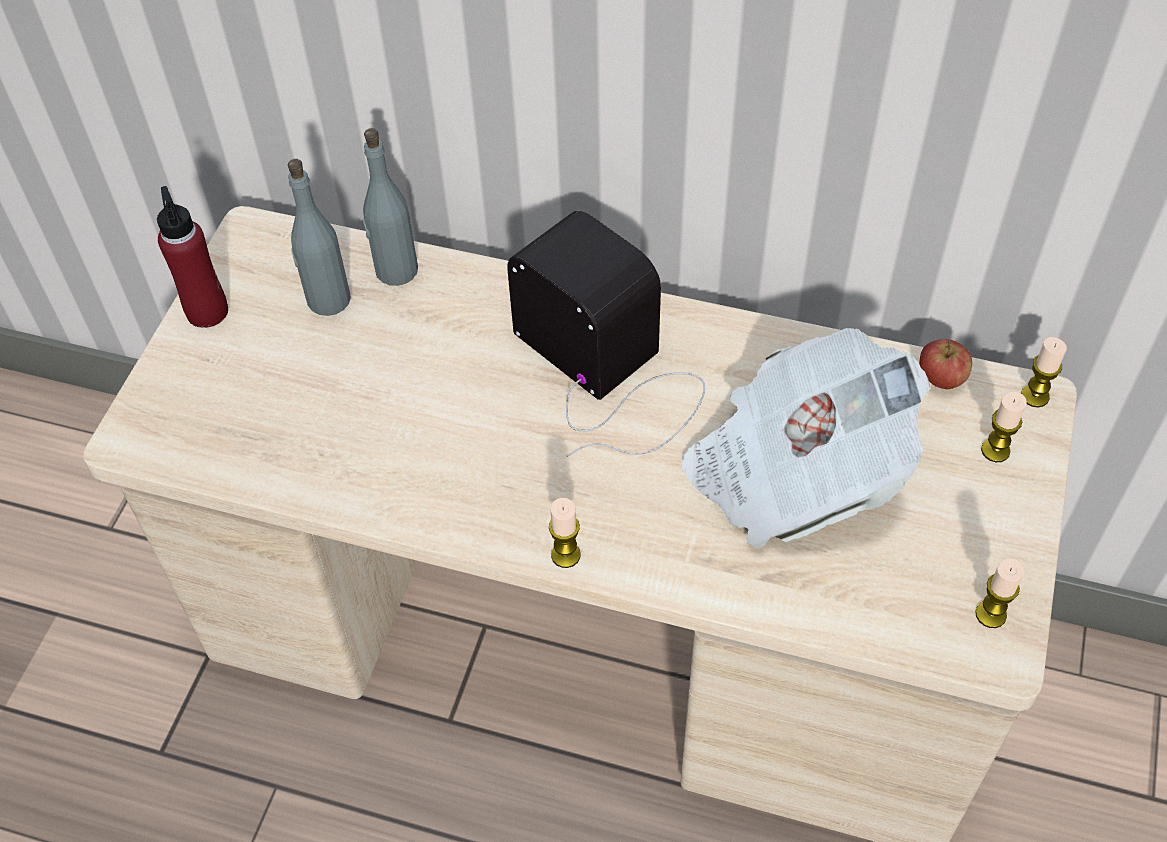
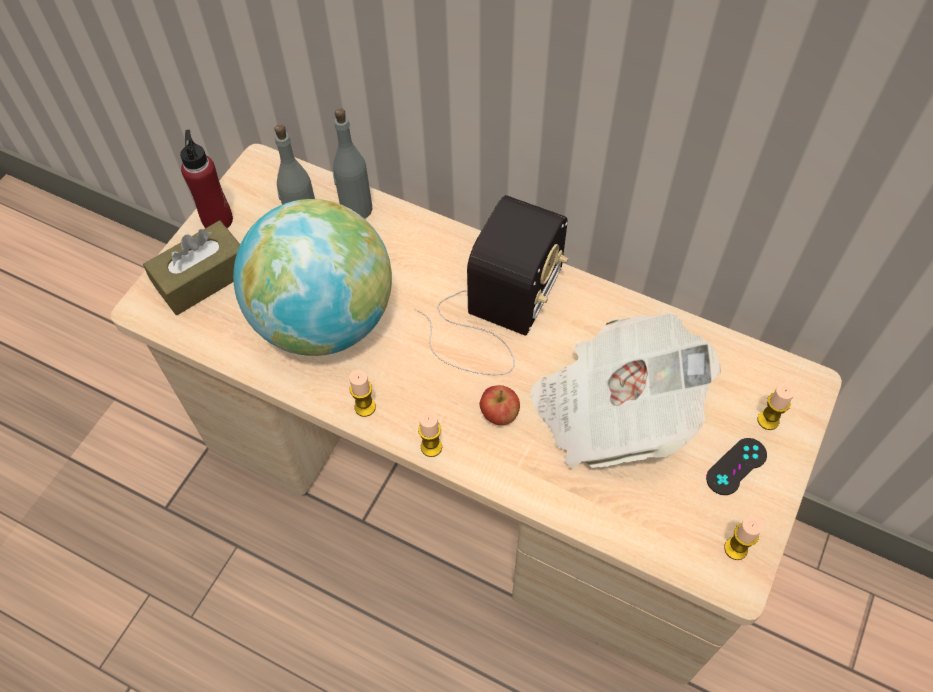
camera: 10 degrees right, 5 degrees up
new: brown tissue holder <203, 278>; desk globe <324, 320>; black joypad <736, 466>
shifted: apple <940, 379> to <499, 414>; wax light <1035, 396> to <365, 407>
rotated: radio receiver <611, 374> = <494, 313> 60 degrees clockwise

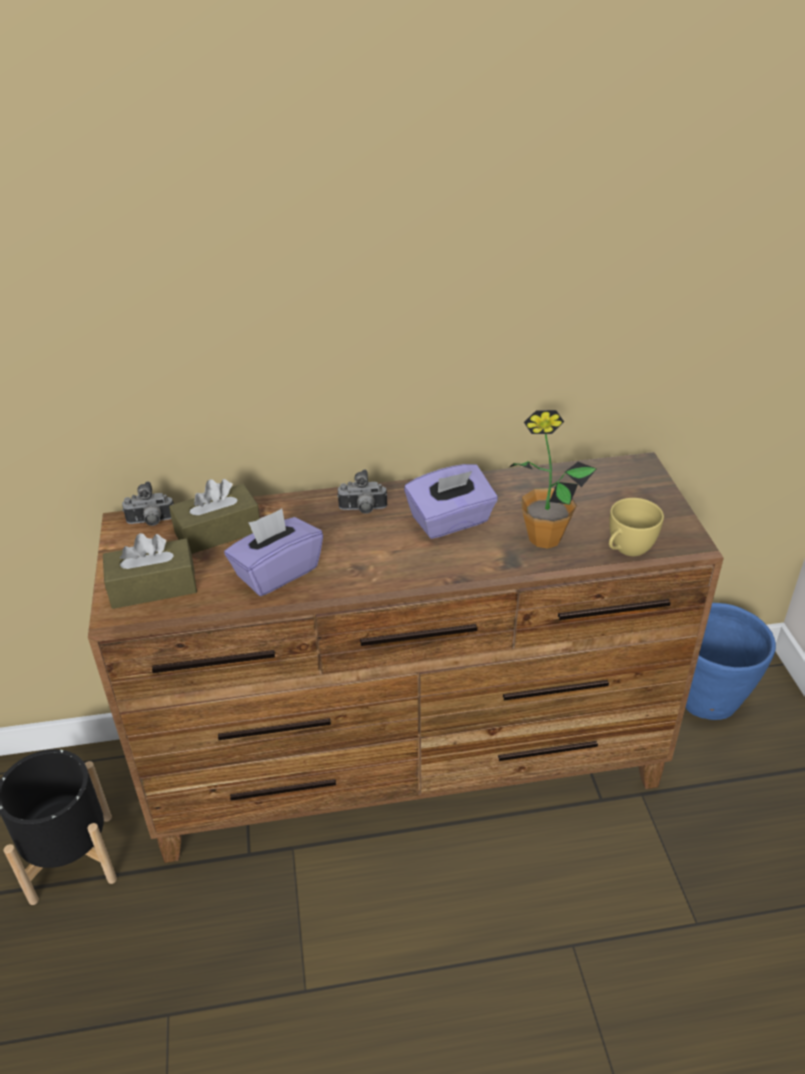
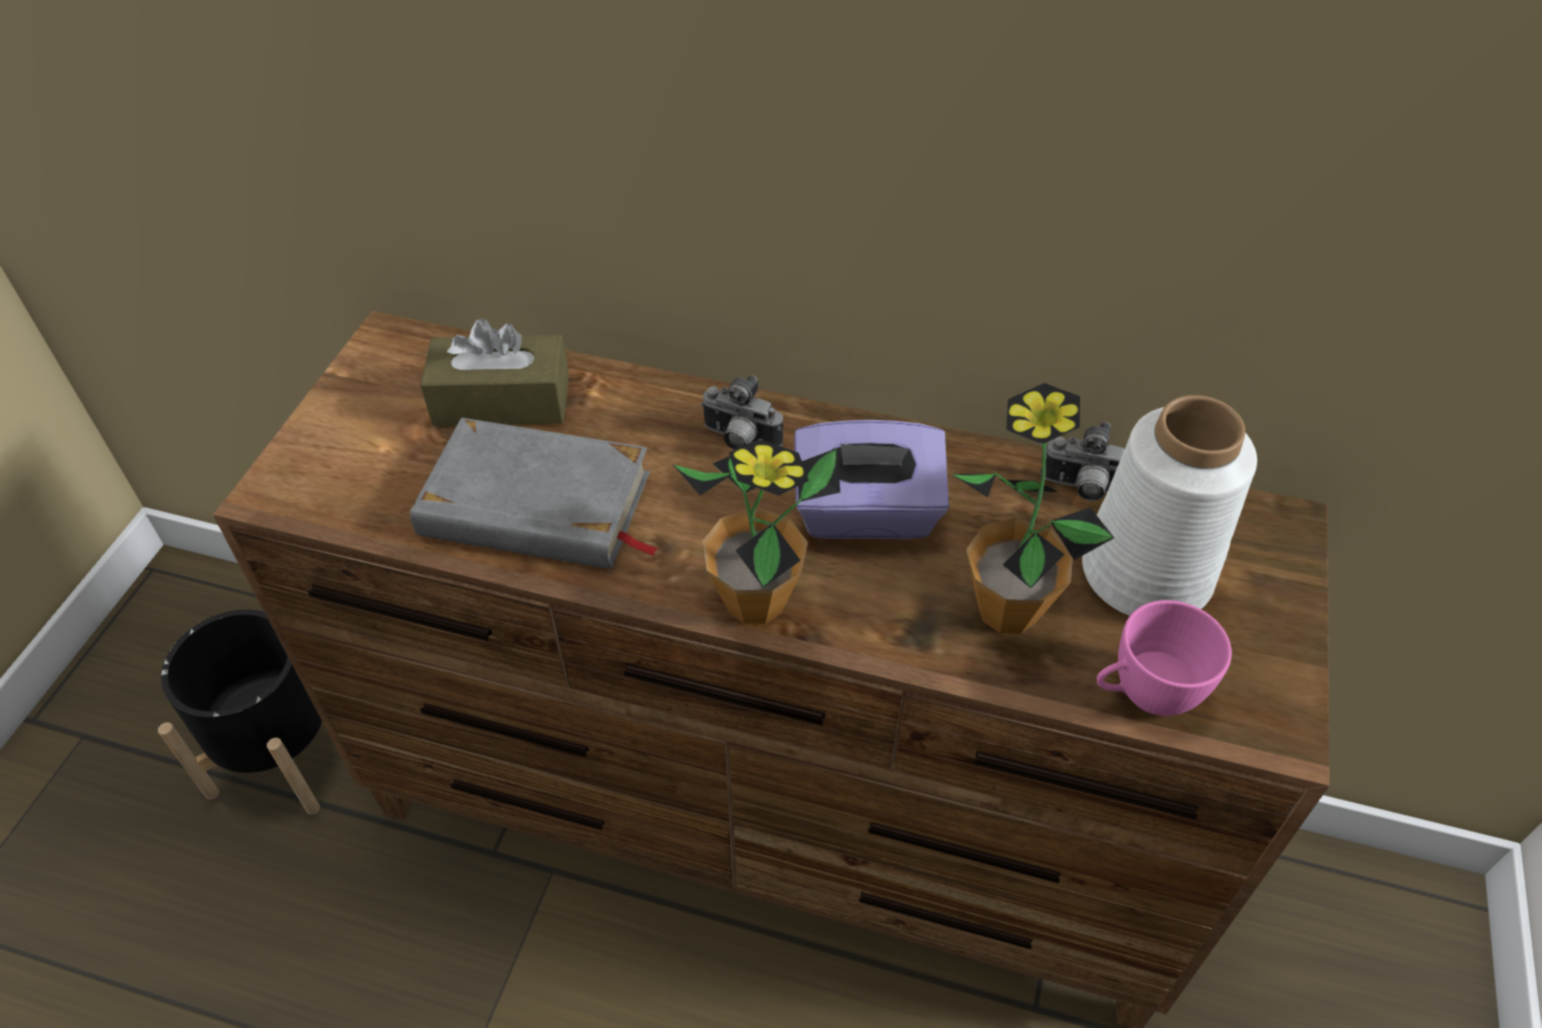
camera: 25 degrees right, 10 degrees up
gone: brown tissue holder <153, 587>; bluish plant pot <708, 702>
new: potted plant <755, 601>; white flower vase <1148, 574>
shifted: photo camera <151, 522> to <1082, 489>
swapped: purple tissue holder <276, 572> to greyish volume <537, 506>
repainted: yellowish cup <626, 550> to pink cup <1144, 694>

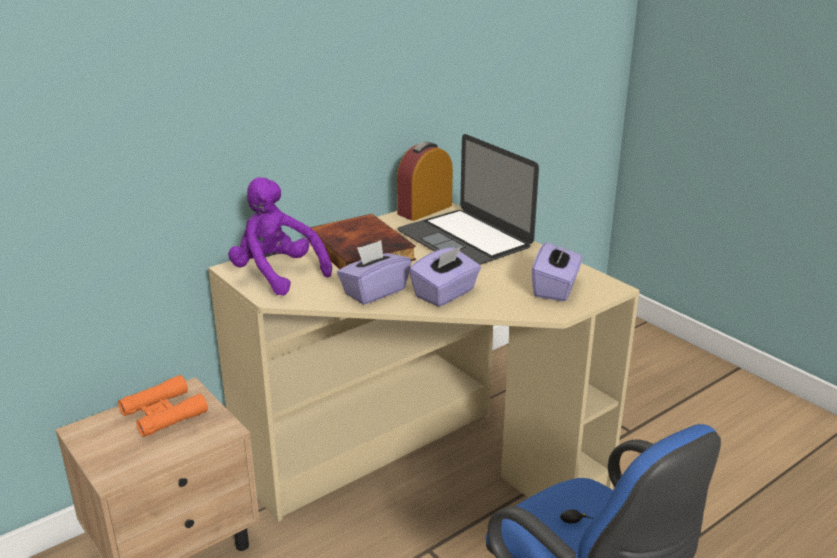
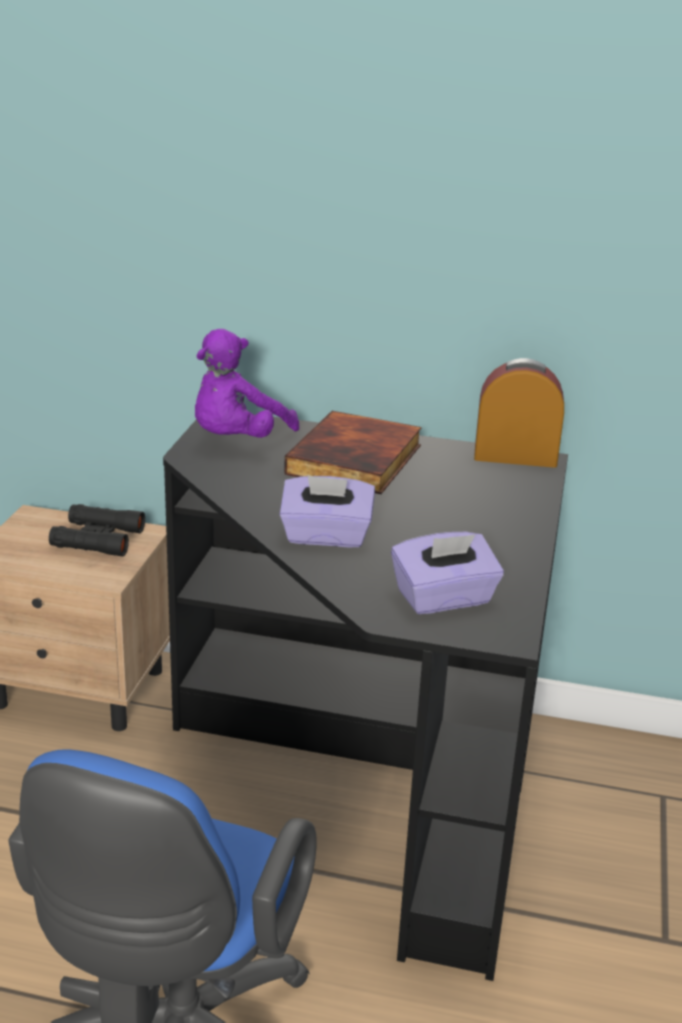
camera: 50 degrees right, 0 degrees up
gone: purple tissue holder <374, 291>; notebook computer <464, 238>
repainted: orange-coloured pair of binoculars <164, 413> to black pair of binoculars <98, 538>; beige desk table <420, 467> to black desk table <360, 783>
rotated: purple plush toy <277, 274> = <237, 441> 150 degrees counterclockwise

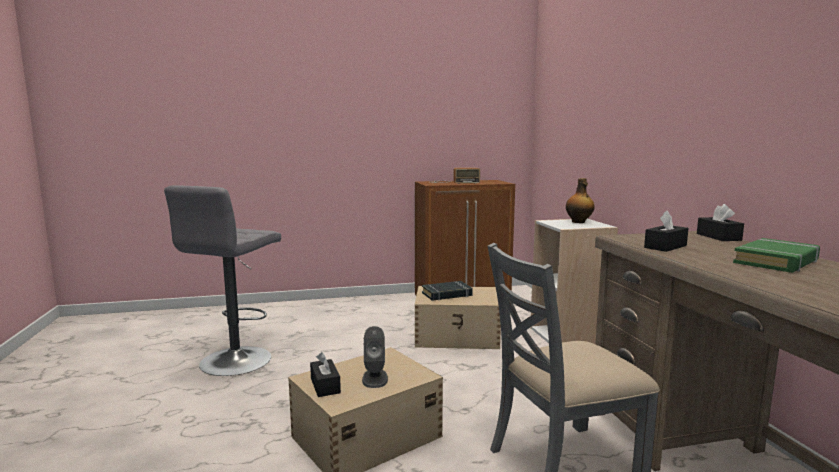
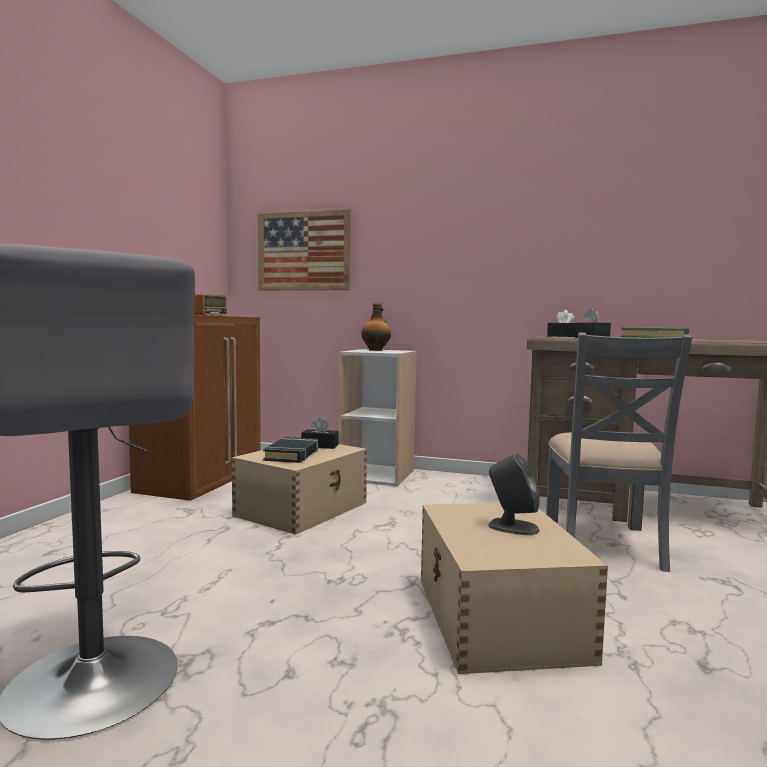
camera: 60 degrees left, 5 degrees down
new: wall picture <304, 251>
shifted: black tissue holder <325, 385> to <320, 446>

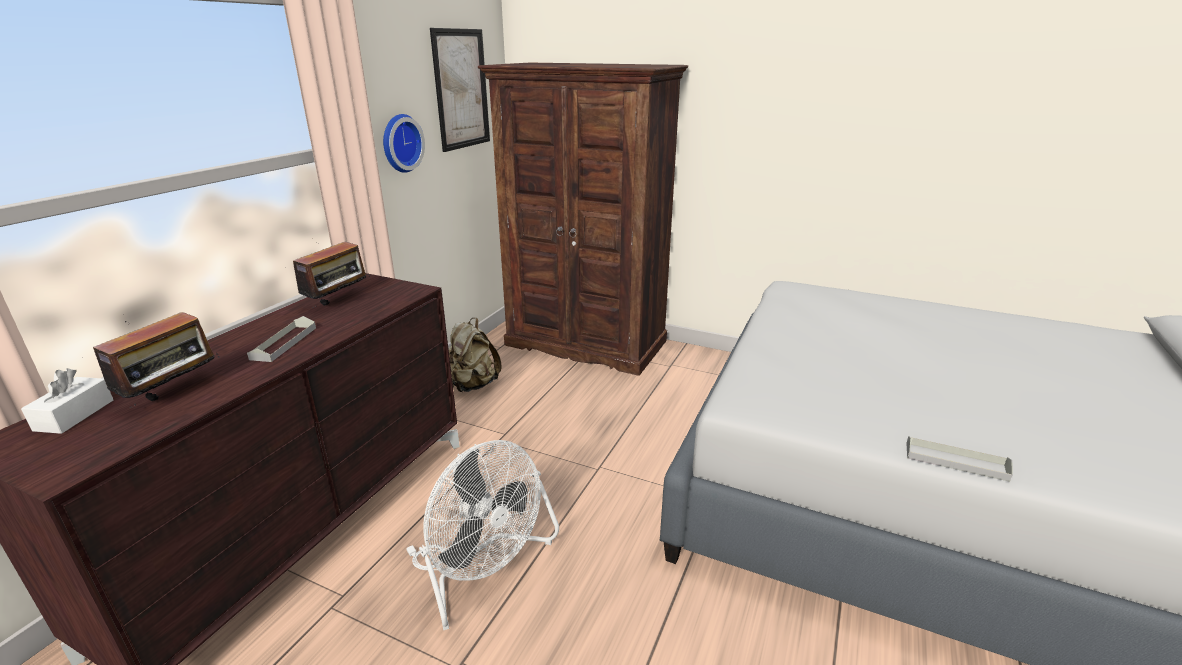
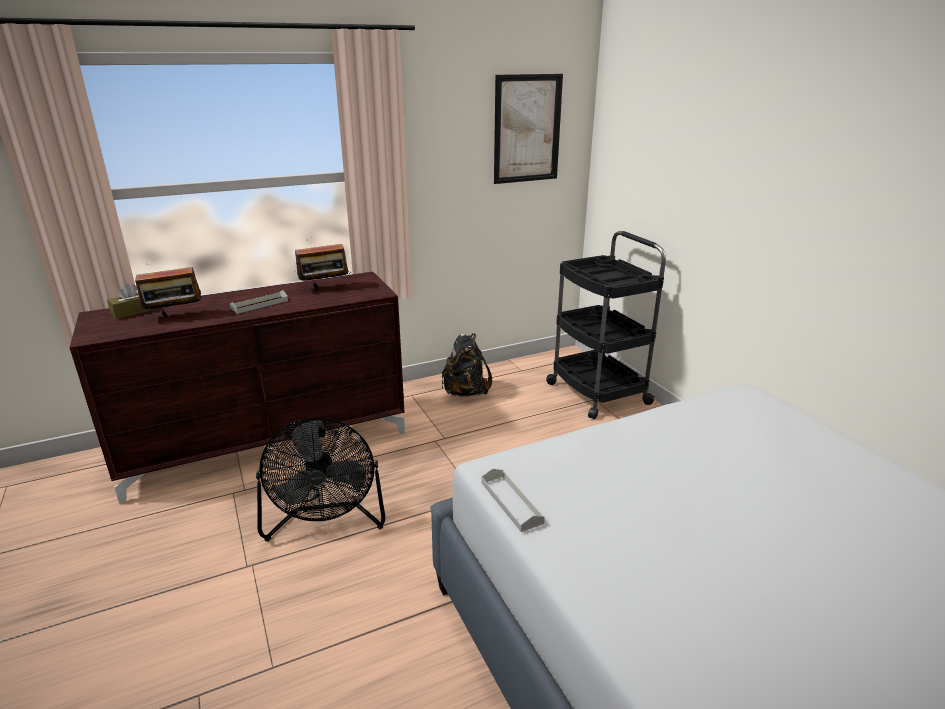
camera: 40 degrees right, 0 degrees up
gone: wall clock <399, 143>
shifted: greyish tray <955, 461> to <511, 502>
swapped: brown wardrobe <585, 343> to black wheeled cart <596, 393>
repainted: white tissue holder <74, 415> to brown tissue holder <132, 312>; white fan <479, 570> to black fan <321, 519>; beige backpack <472, 385> to black backpack <465, 392>

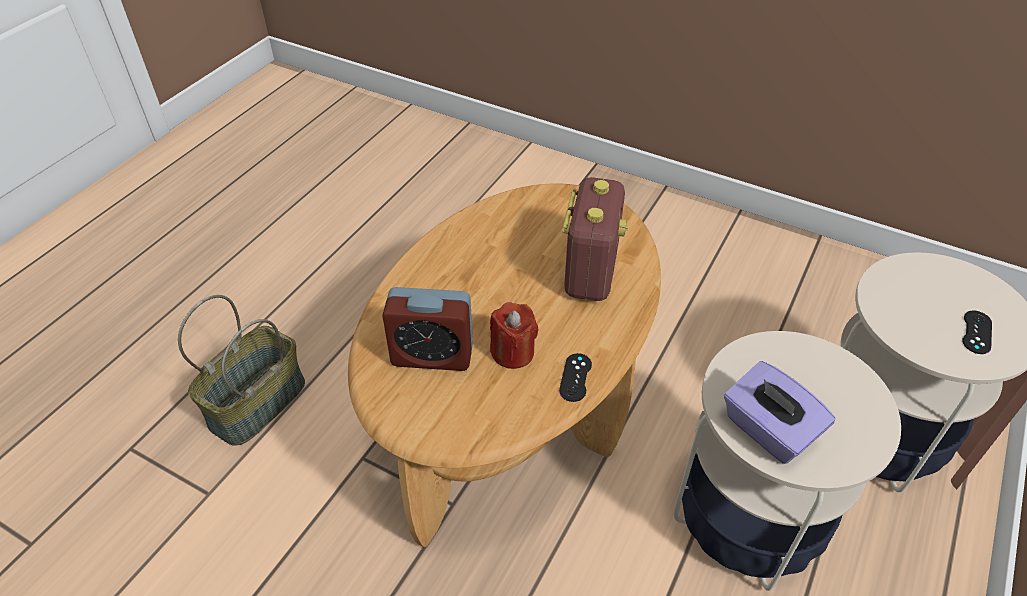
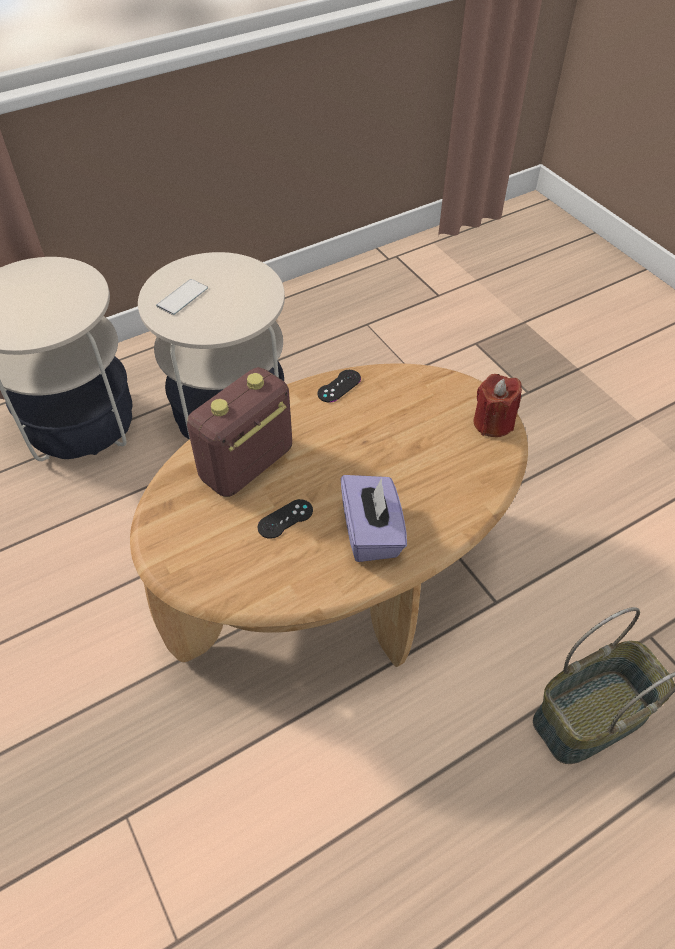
camera: 150 degrees left, 5 degrees up
gone: alarm clock <432, 355>
new: handset <182, 297>
shifted: red wax light <513, 352> to <493, 423>; purple tissue holder <768, 430> to <372, 533>; black joypad <976, 332> to <285, 519>

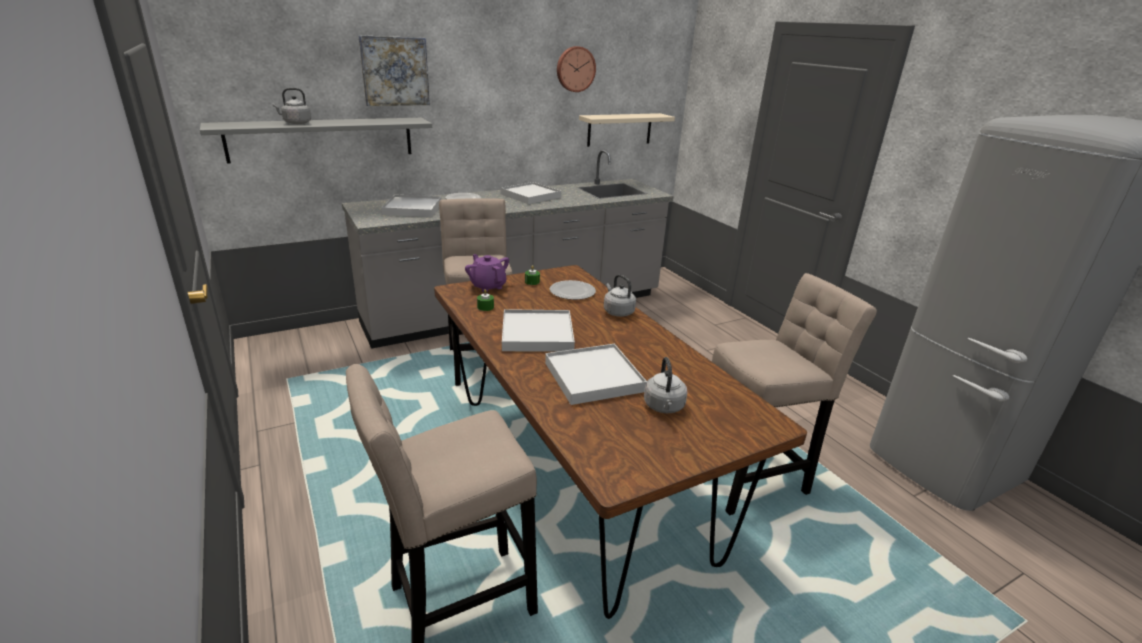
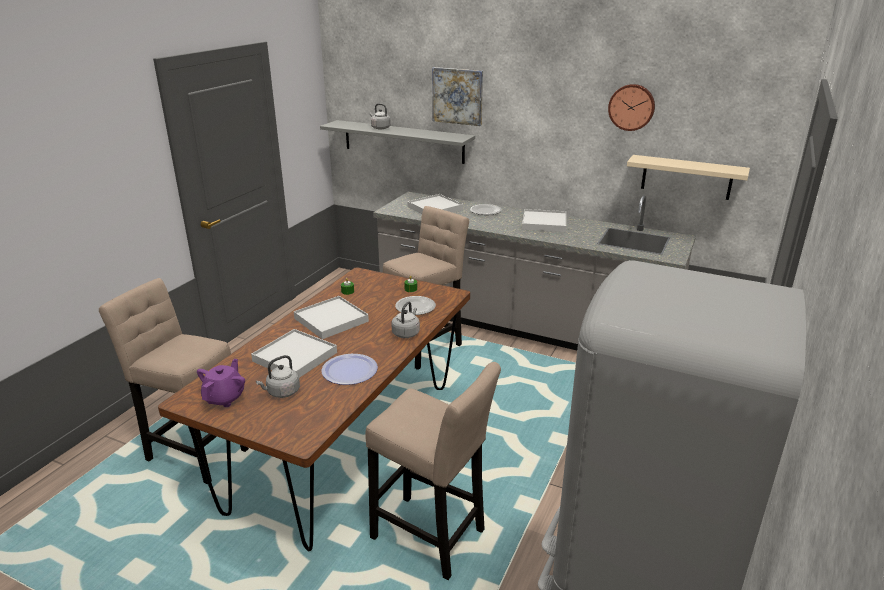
camera: 55 degrees right, 0 degrees up
new: plate <349, 370>
shifted: purple teapot <488, 286> to <225, 398>

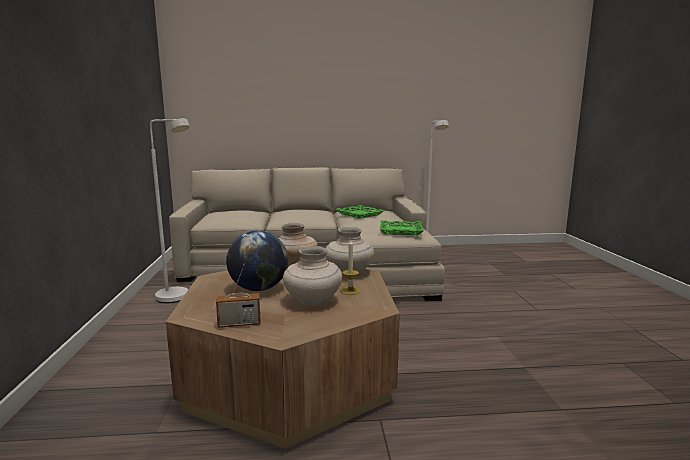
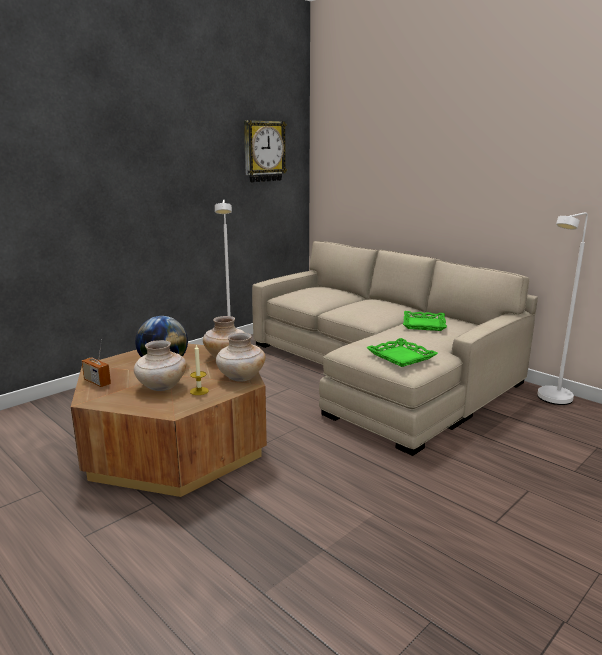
camera: 50 degrees right, 5 degrees up
new: wall clock <264, 151>

